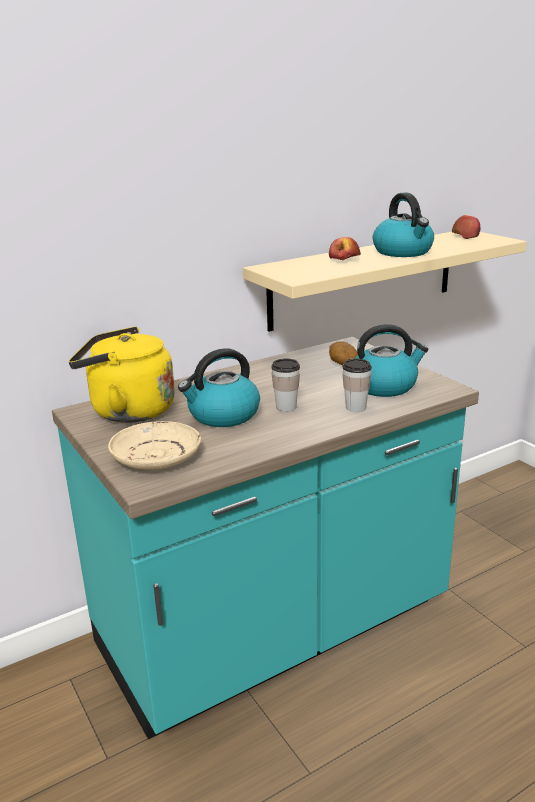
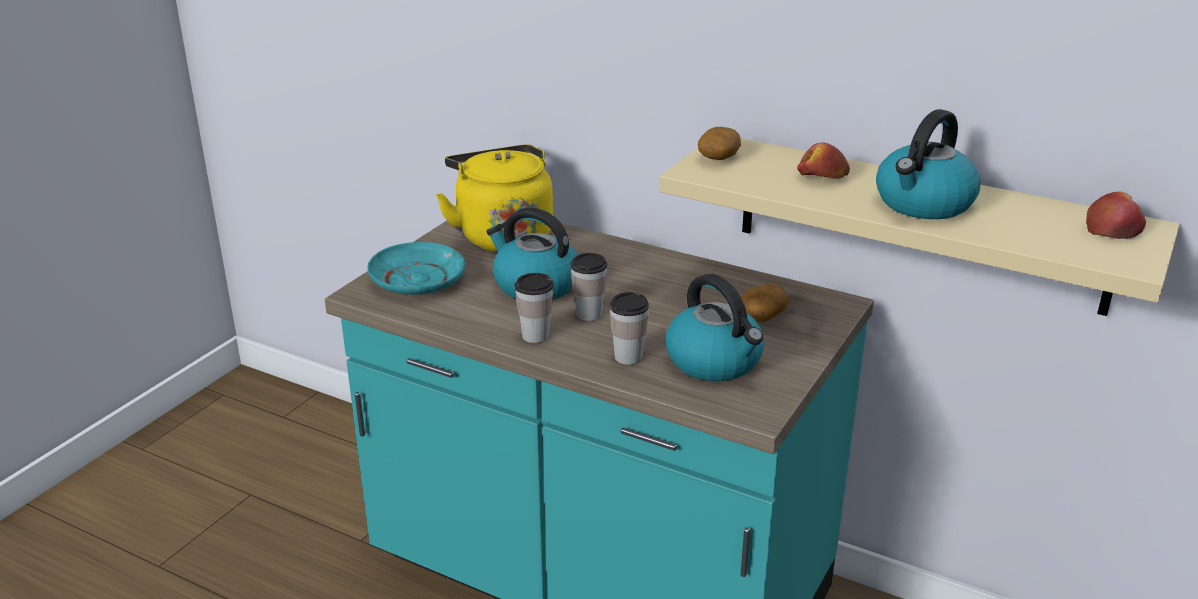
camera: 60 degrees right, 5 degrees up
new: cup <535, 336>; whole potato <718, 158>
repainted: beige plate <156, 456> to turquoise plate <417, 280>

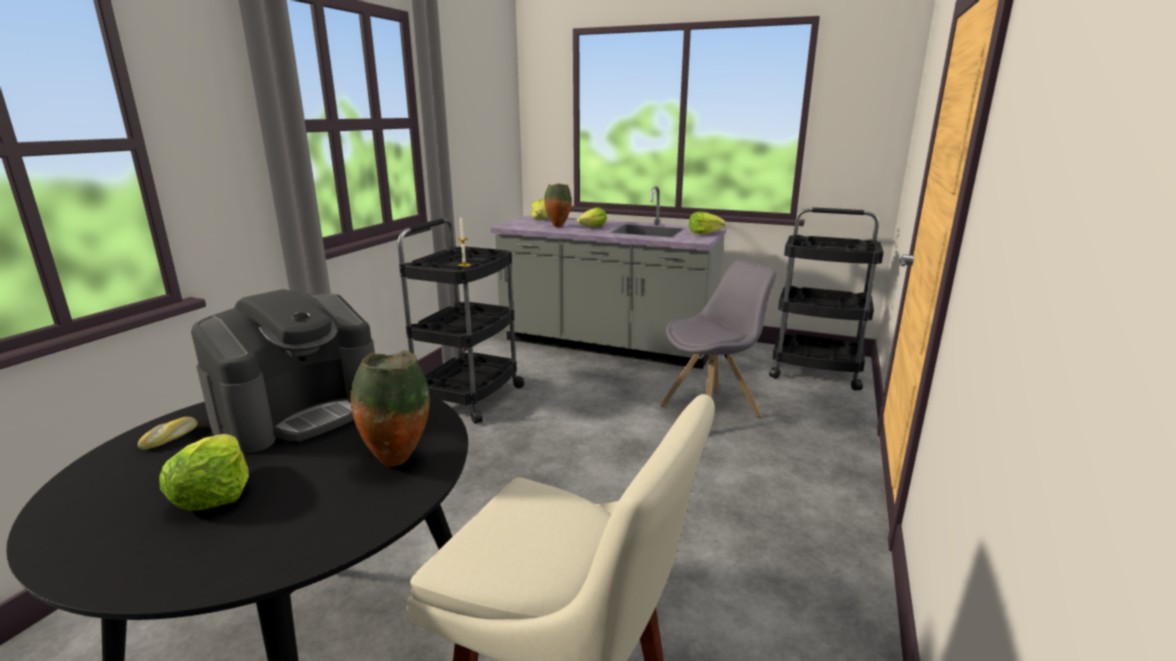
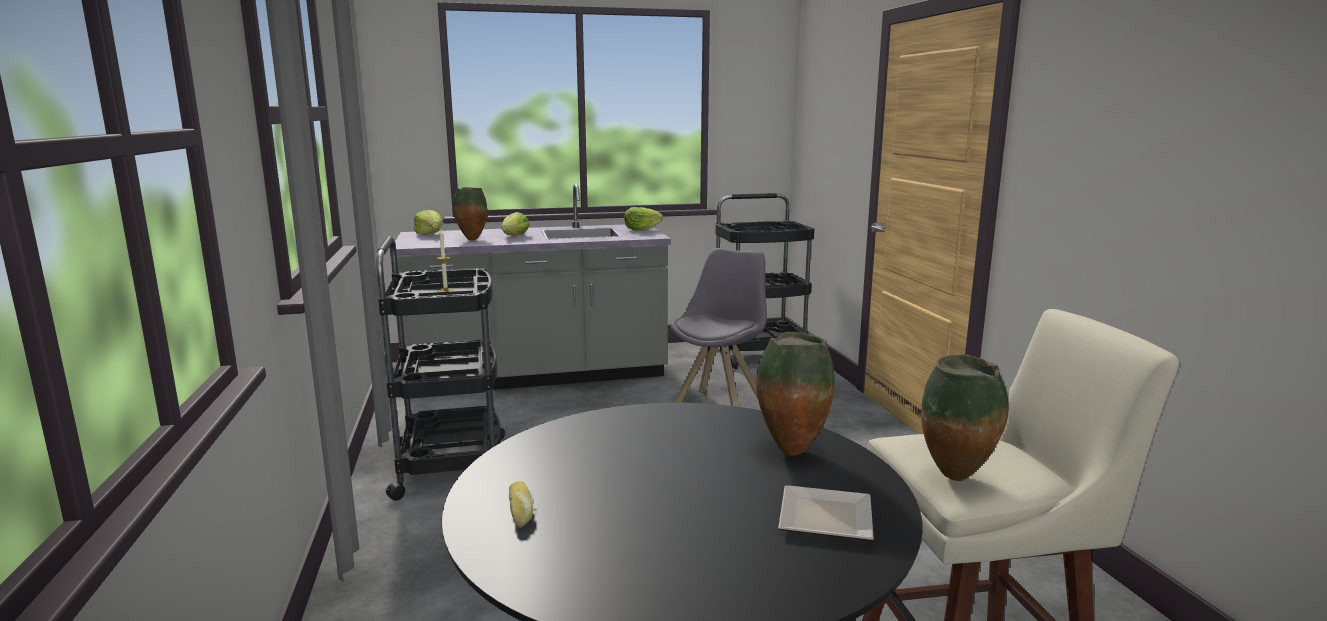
camera: 35 degrees left, 5 degrees down
gone: lettuce head <214, 494>; coffee maker <300, 412>
new: plate <828, 520>; flower vase <957, 479>

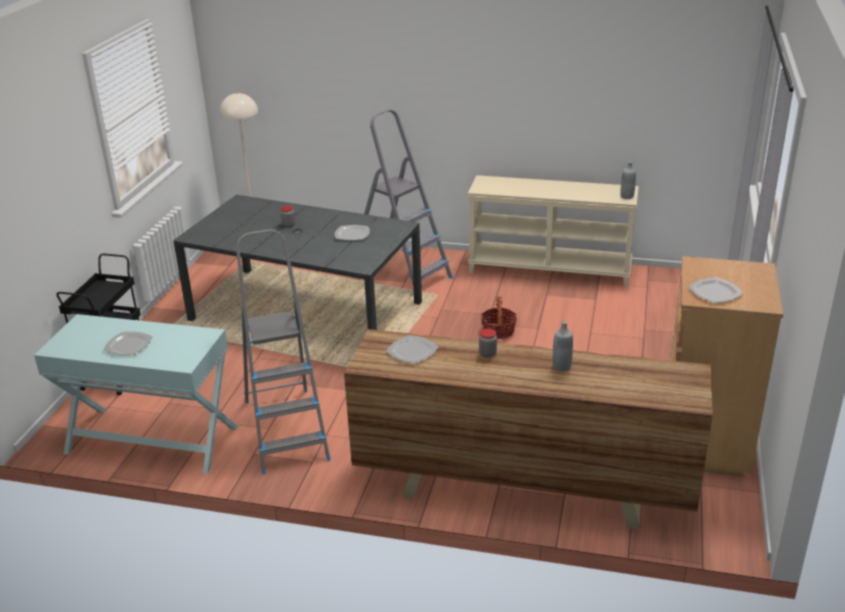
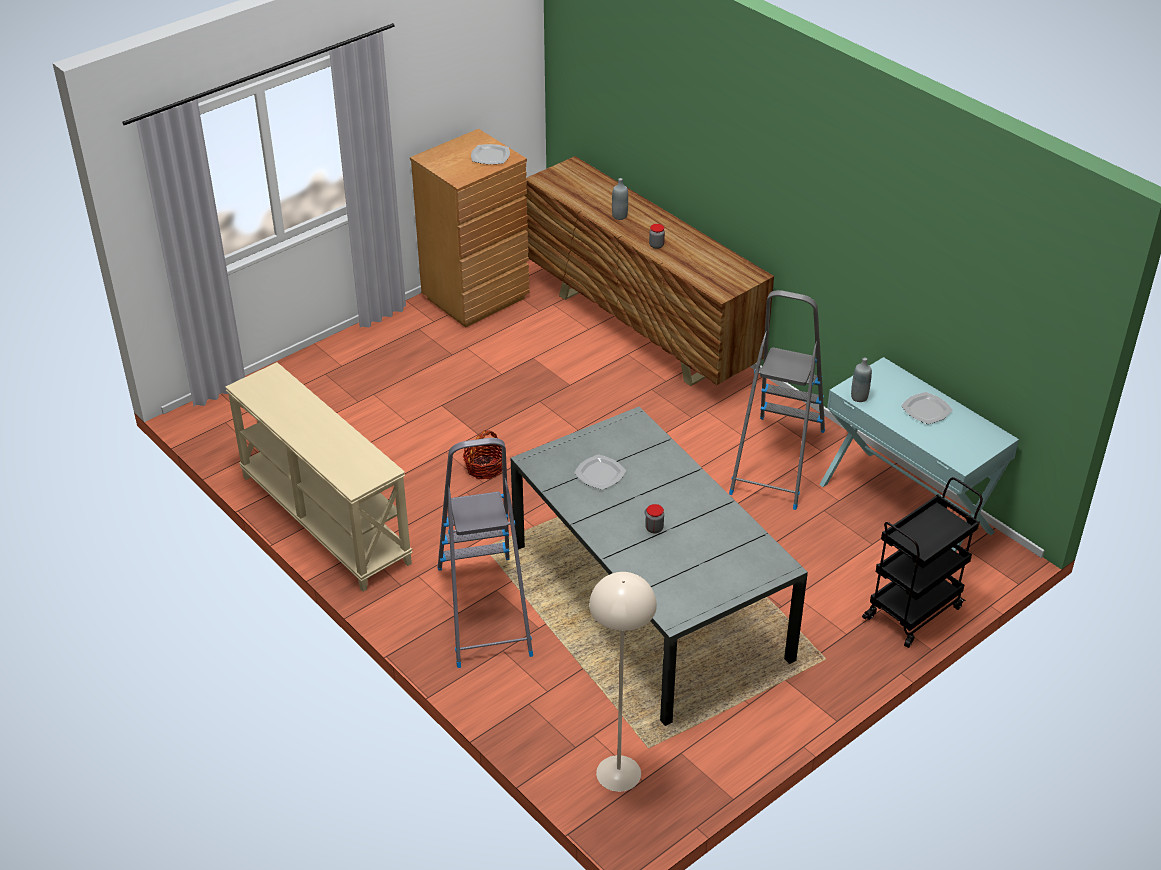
camera: 145 degrees left, 10 degrees up
gone: plate <412, 351>
shifted: greyish beverage bottle <627, 196> to <859, 397>

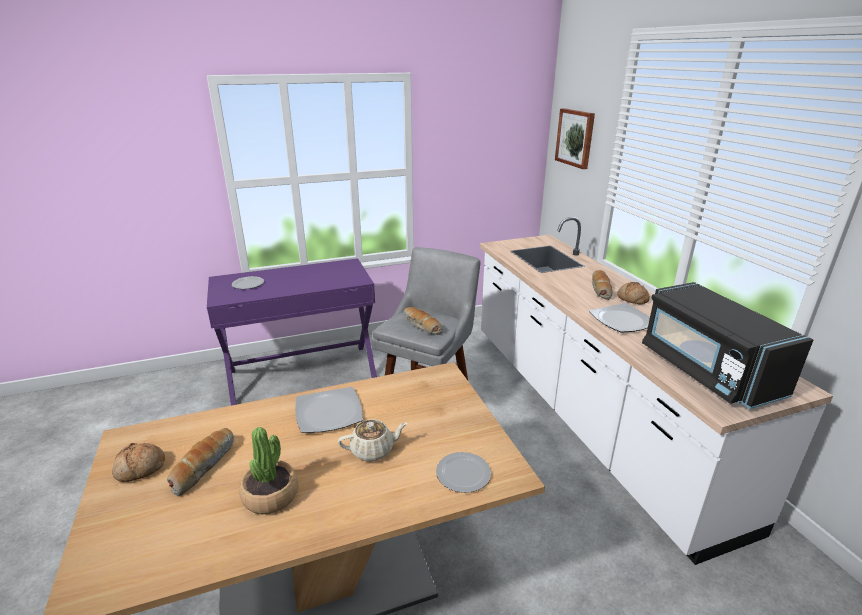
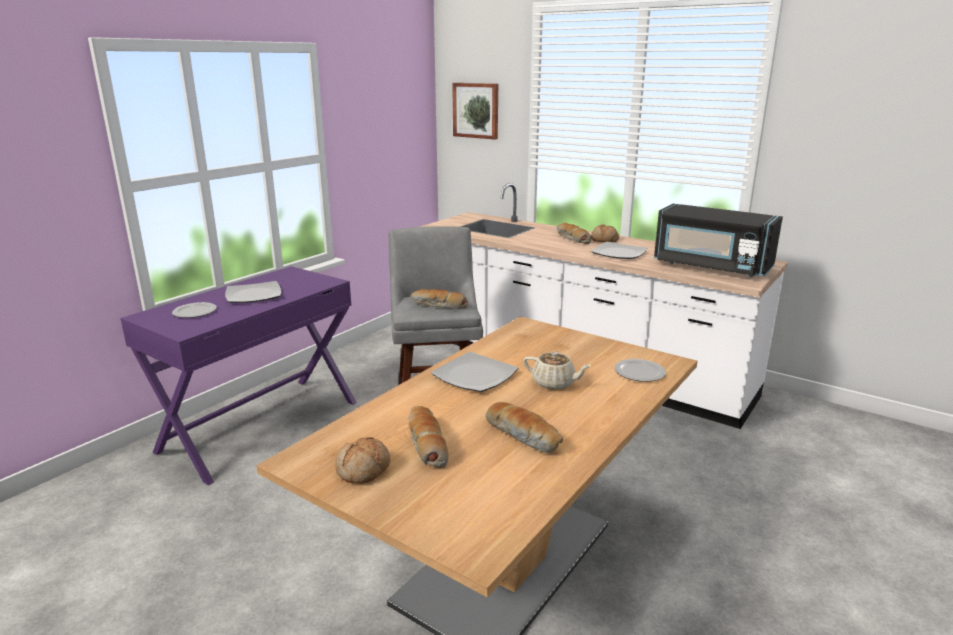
camera: 35 degrees left, 5 degrees down
new: plate <254, 295>
swapped: potted plant <271, 495> to bread <524, 435>
rotated: beige teapot <373, 450> = <554, 383> 75 degrees clockwise

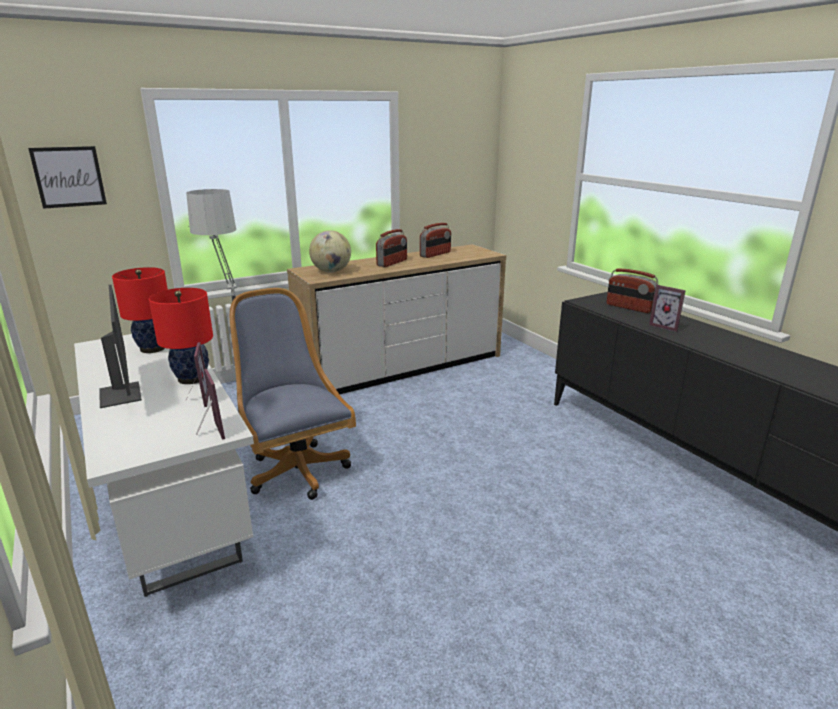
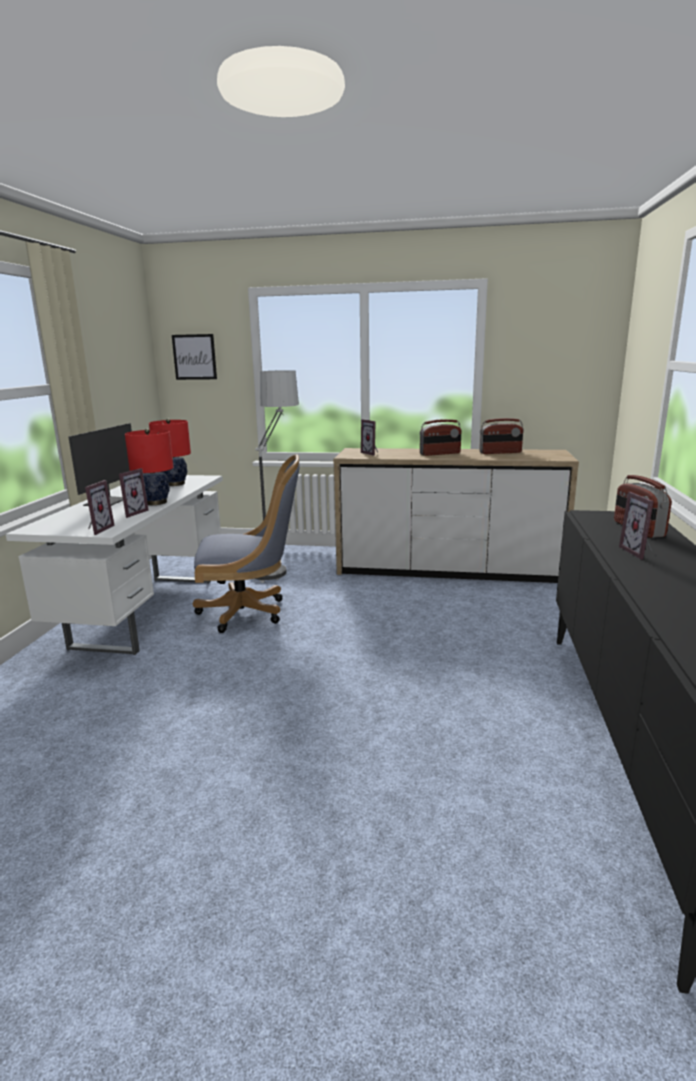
camera: 40 degrees right, 5 degrees down
swapped: desk globe <331, 271> to picture frame <372, 453>
rotated: bluish desk chair <295, 467> = <251, 612> 75 degrees clockwise

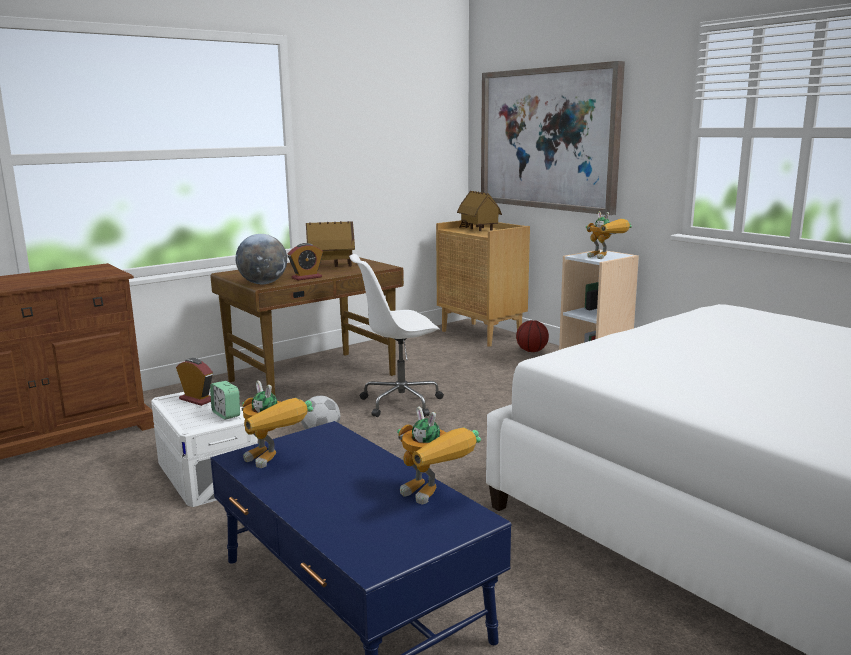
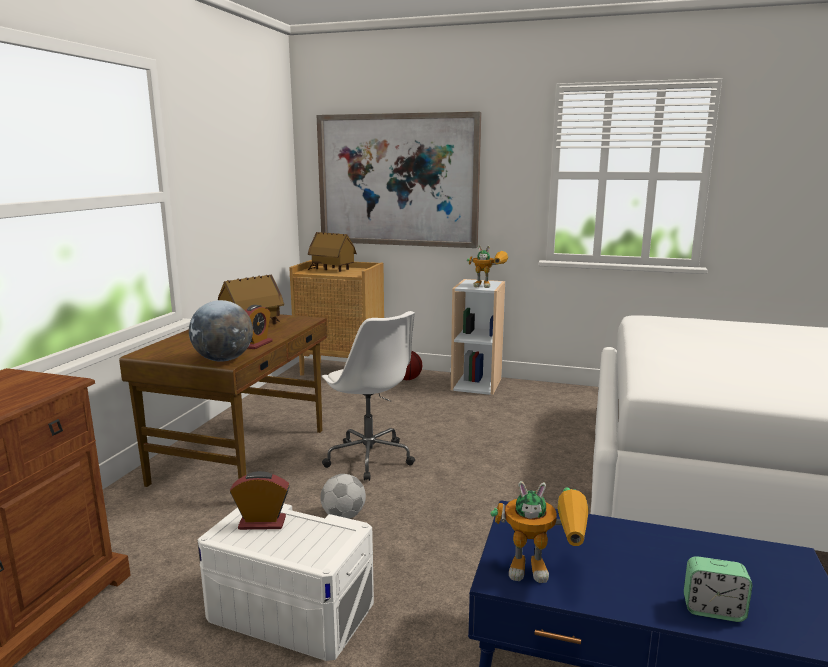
camera: 35 degrees left, 0 degrees up
gone: robot figure <435, 497>
shifted: alarm clock <226, 414> to <713, 610>
rotated: white desk chair <399, 403> = <370, 460> 75 degrees counterclockwise

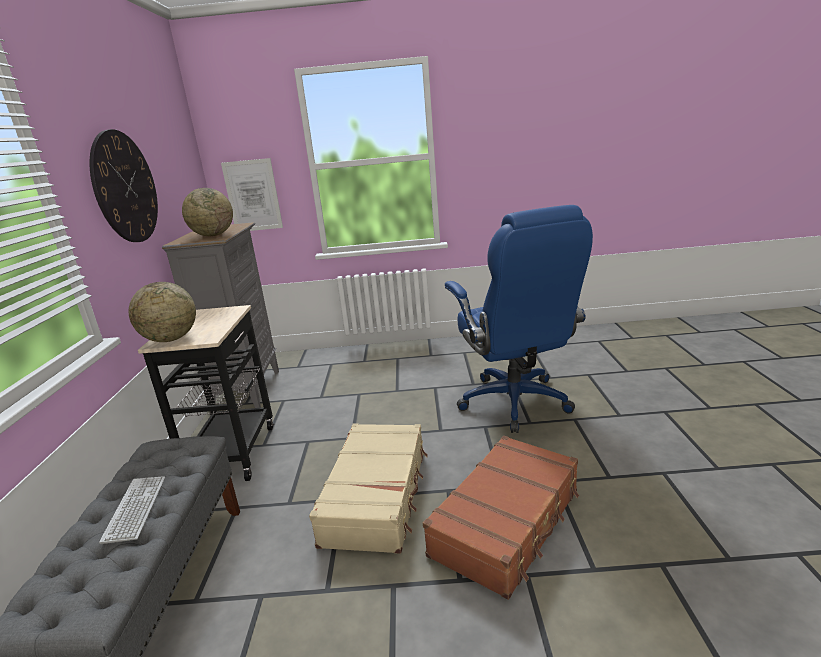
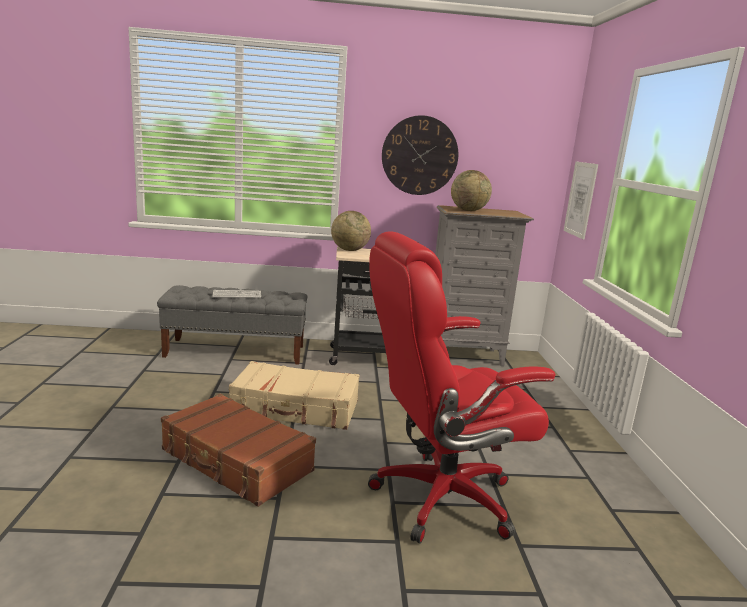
camera: 85 degrees right, 5 degrees down
repainted: bluish desk chair <515, 403> to red desk chair <440, 499>

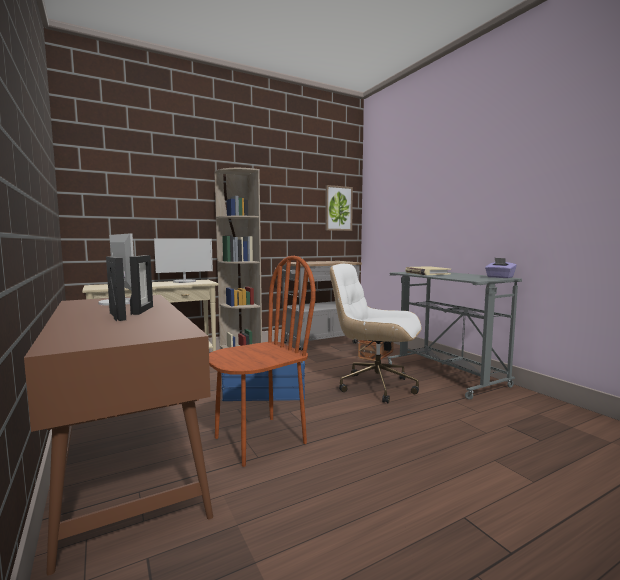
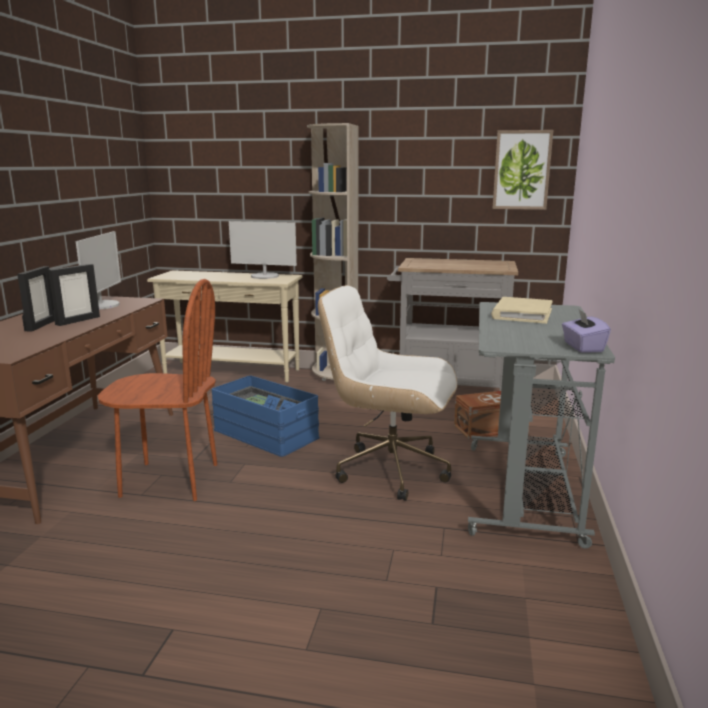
camera: 40 degrees right, 10 degrees up
rotated: white desk chair <374, 386> = <388, 470> 45 degrees counterclockwise

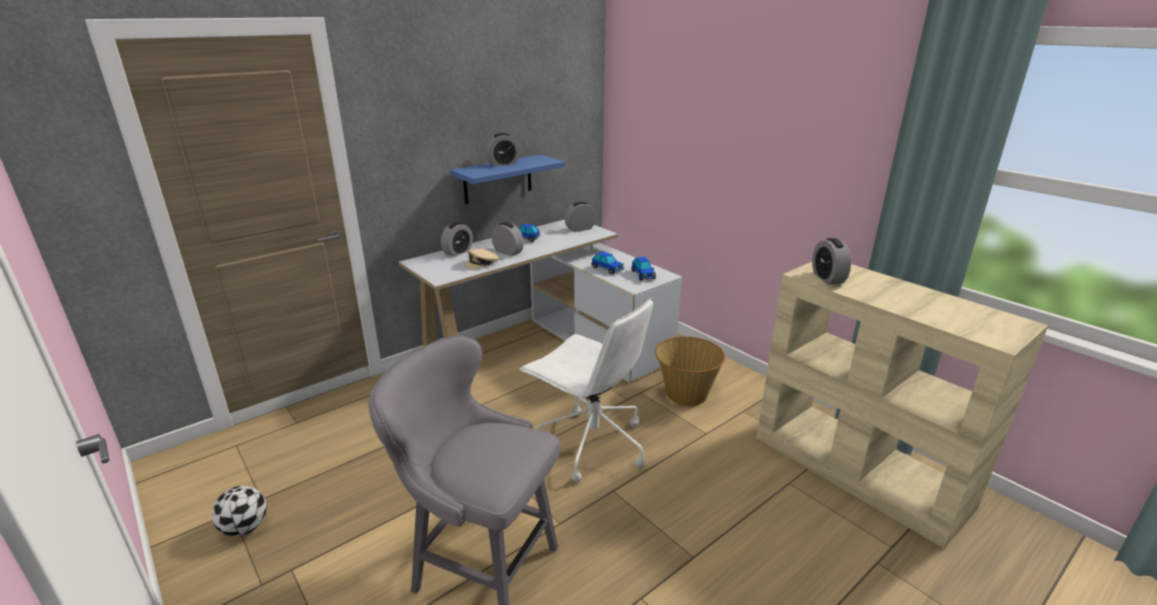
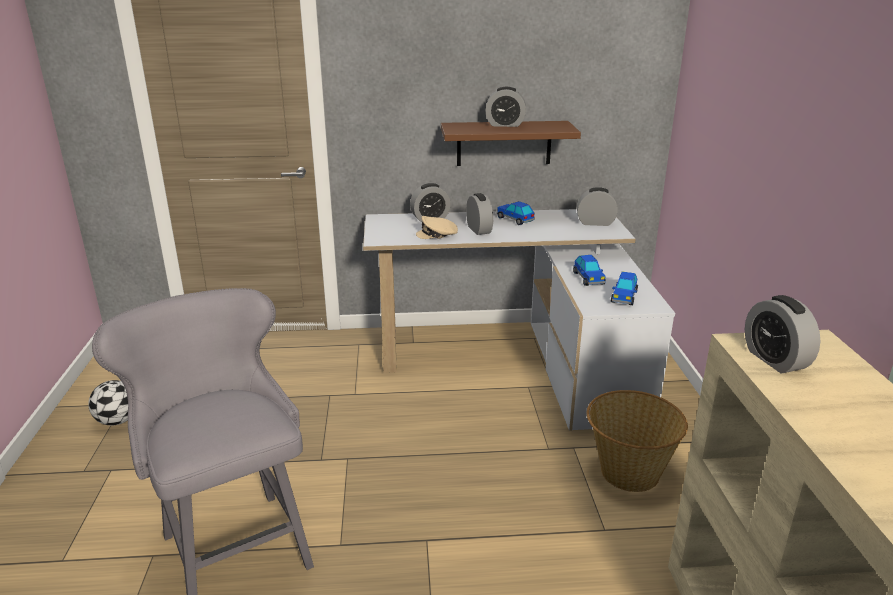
camera: 35 degrees right, 0 degrees up
gone: white desk chair <588, 443>
repainted: bluish wall shelf <498, 179> to brown wall shelf <504, 143>
rotated: alarm clock <827, 278> = <775, 360> 45 degrees counterclockwise

